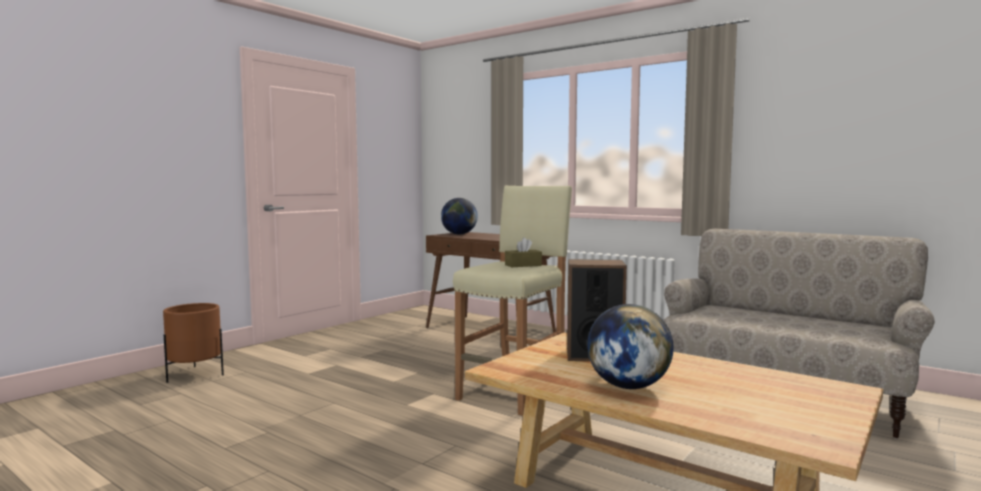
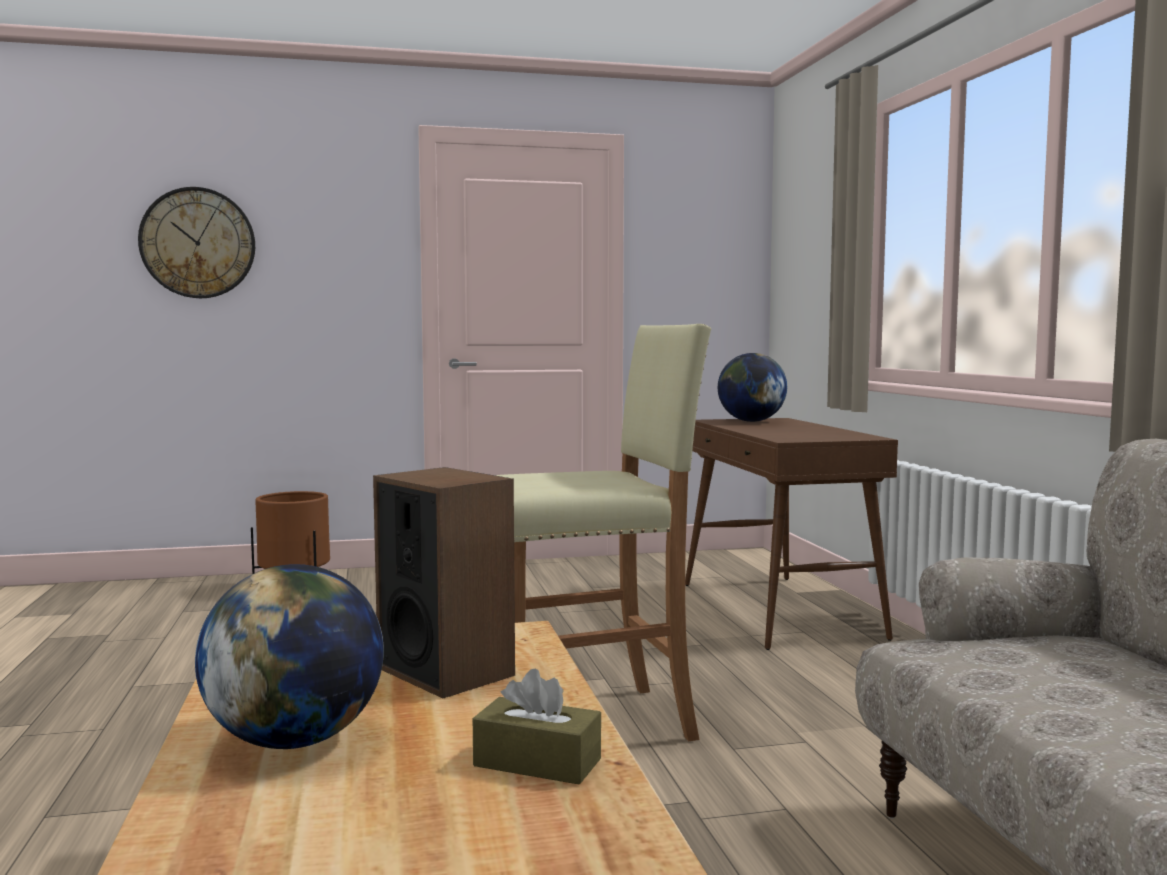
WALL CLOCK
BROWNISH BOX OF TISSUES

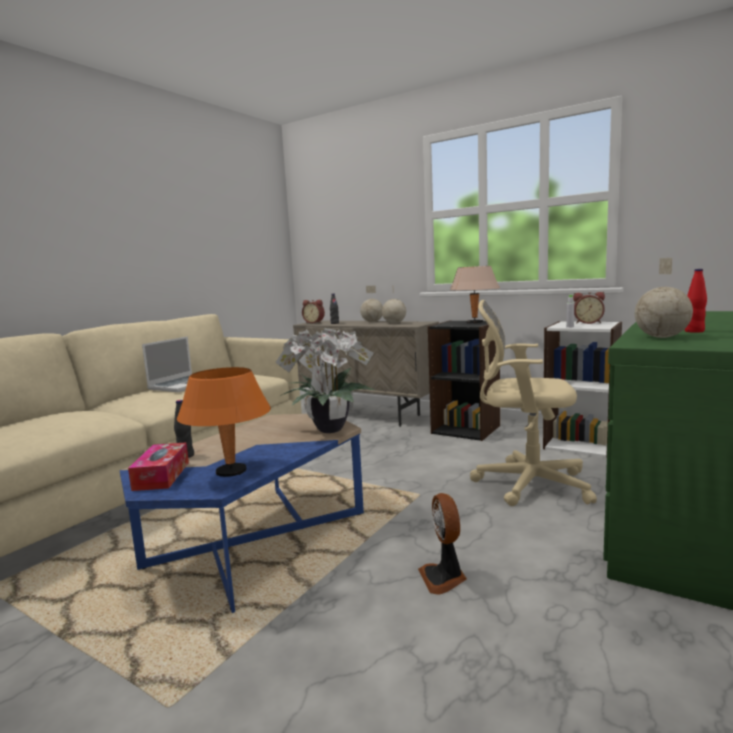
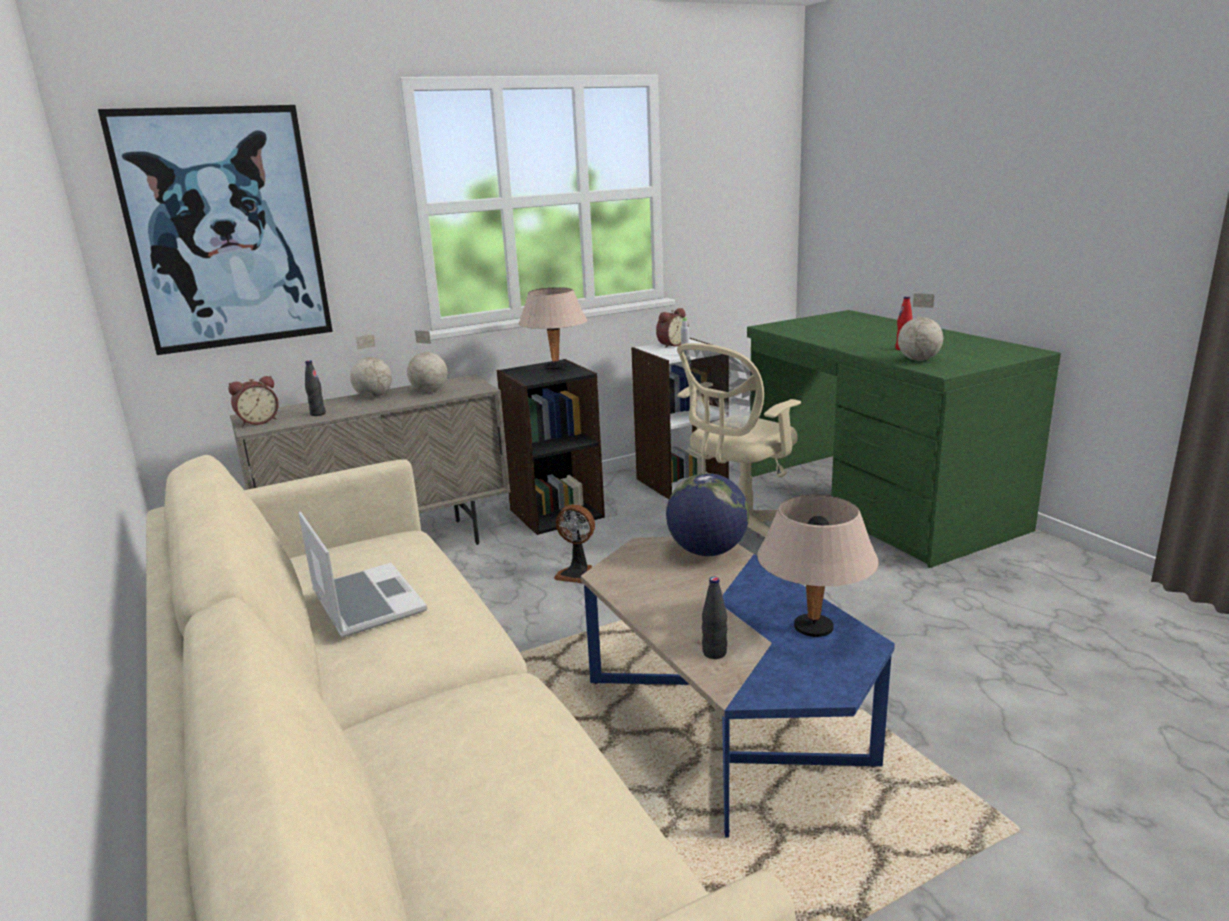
BOX OF TISSUES
WALL ART
FAN
DESK GLOBE (3rd from left)
SAND-COLOURED TABLETOP LAMP (2nd from left)

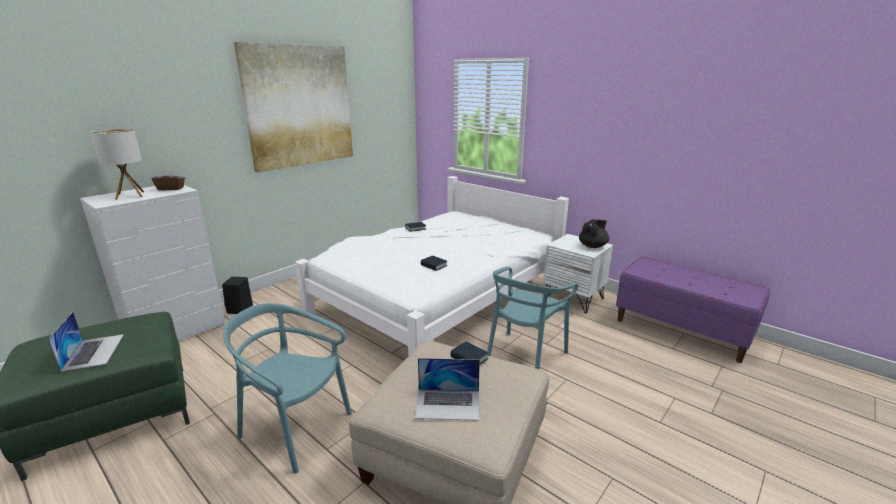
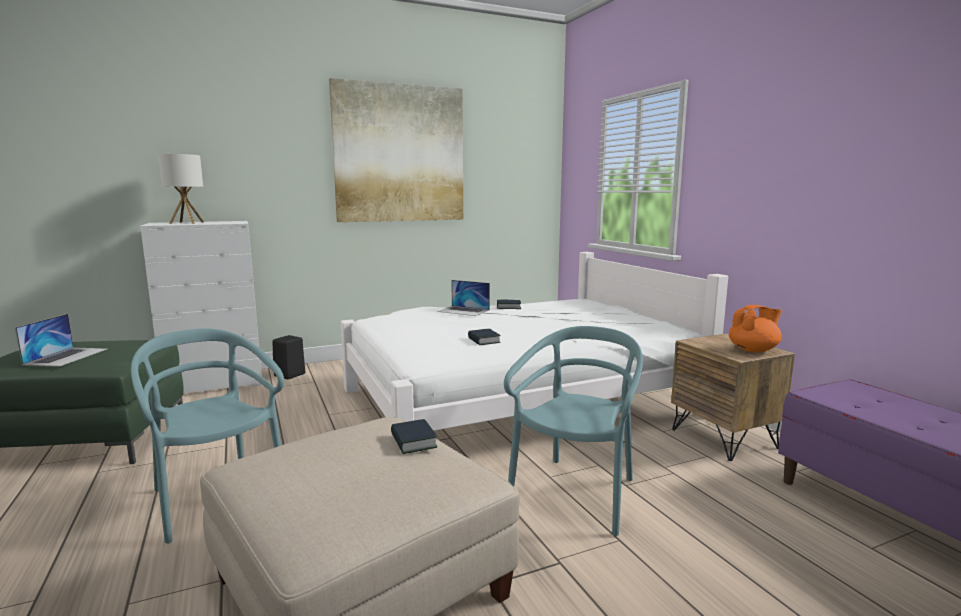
BROWNISH BOX OF TISSUES
PORTABLE COMPUTER (2nd from left)
BROWNISH BEDSIDE TABLE
ORANGE-COLOURED TEA POT
BLUE-GREEN CHAIR (2nd from left)

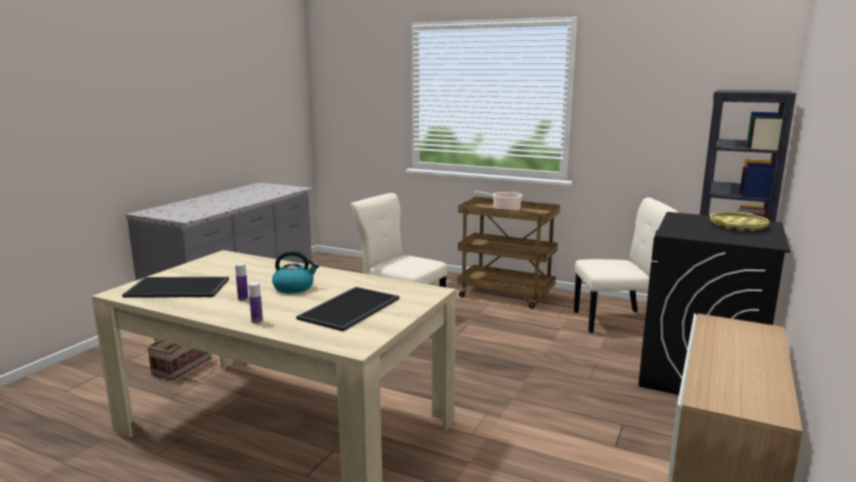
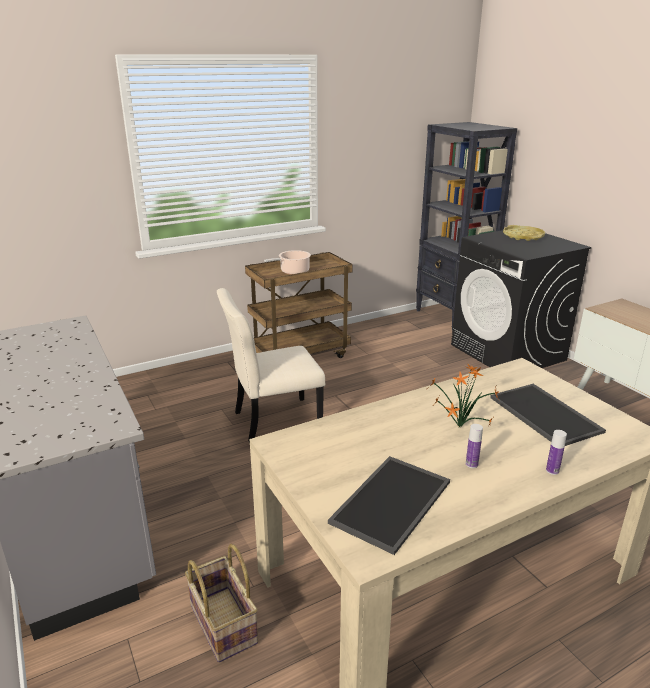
SAND-COLOURED CHAIR (2nd from left in the first image)
HOUSEPLANT

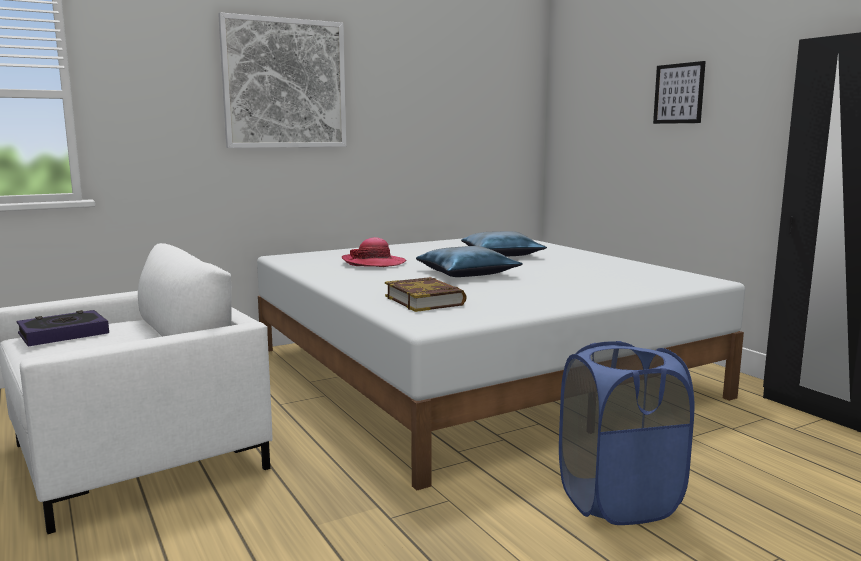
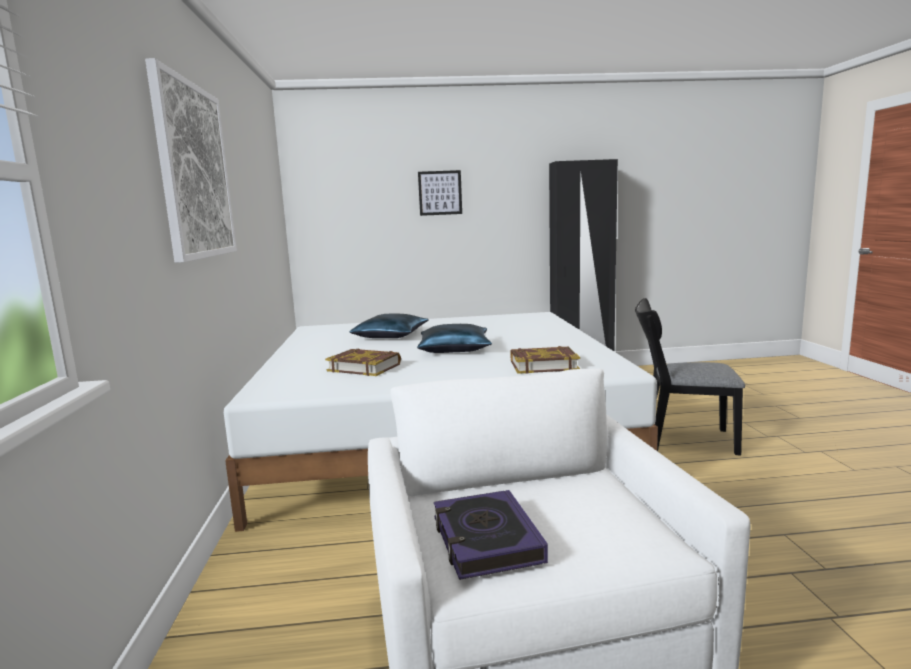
VOLUME (1st from left)
BLACK-COLOURED CHAIR

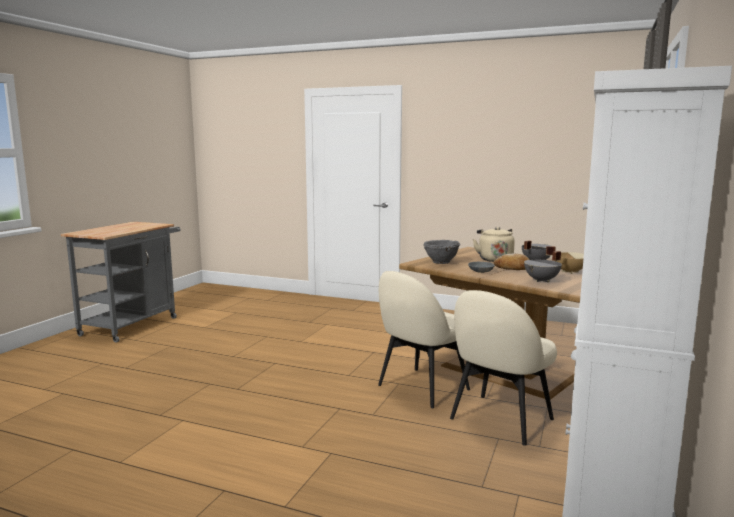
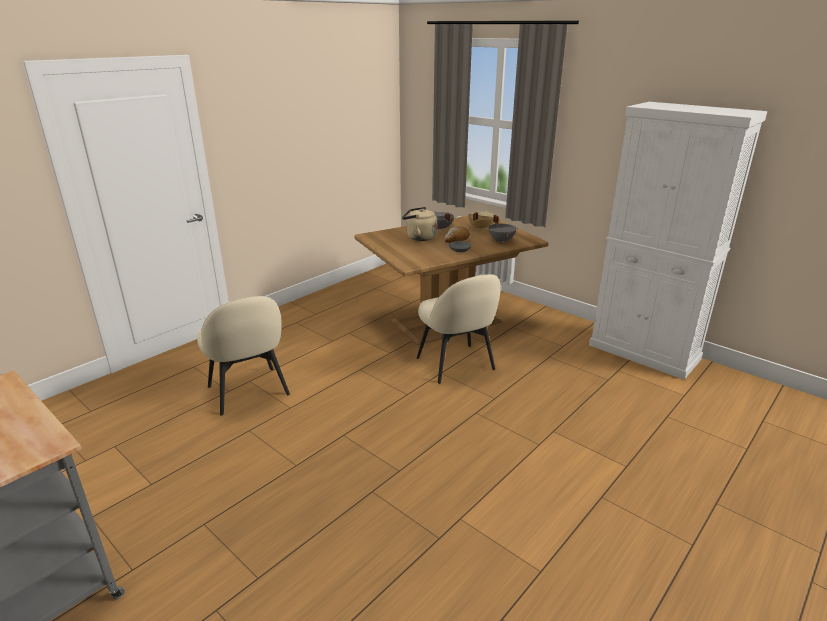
GRAY BOWL (1st from left in the first image)
SAND-COLOURED CHAIR (1st from left)

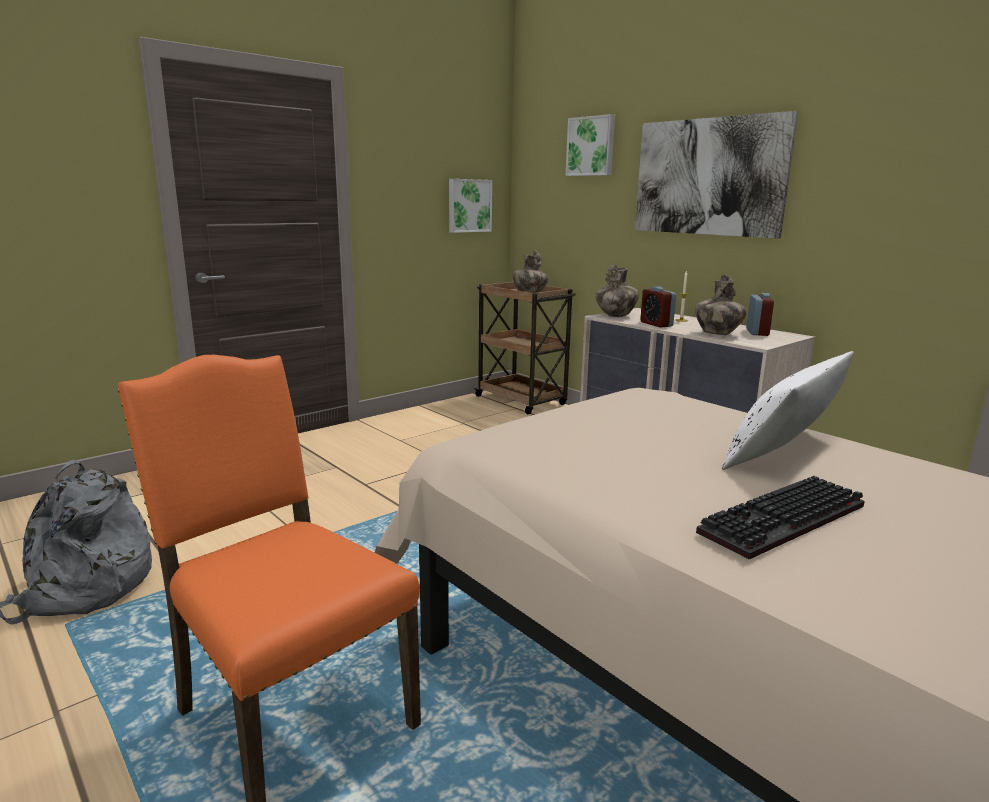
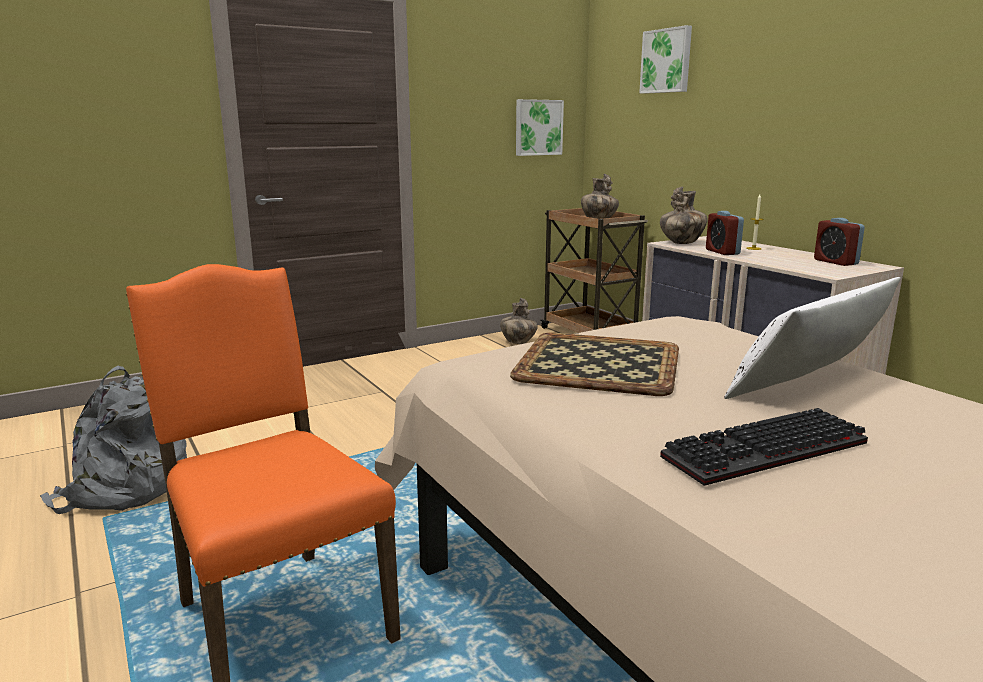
WALL ART (3rd from left in the first image)
CARRYING TRAY
FLOWER VASE (1st from left)
ALARM CLOCK (2nd from left)

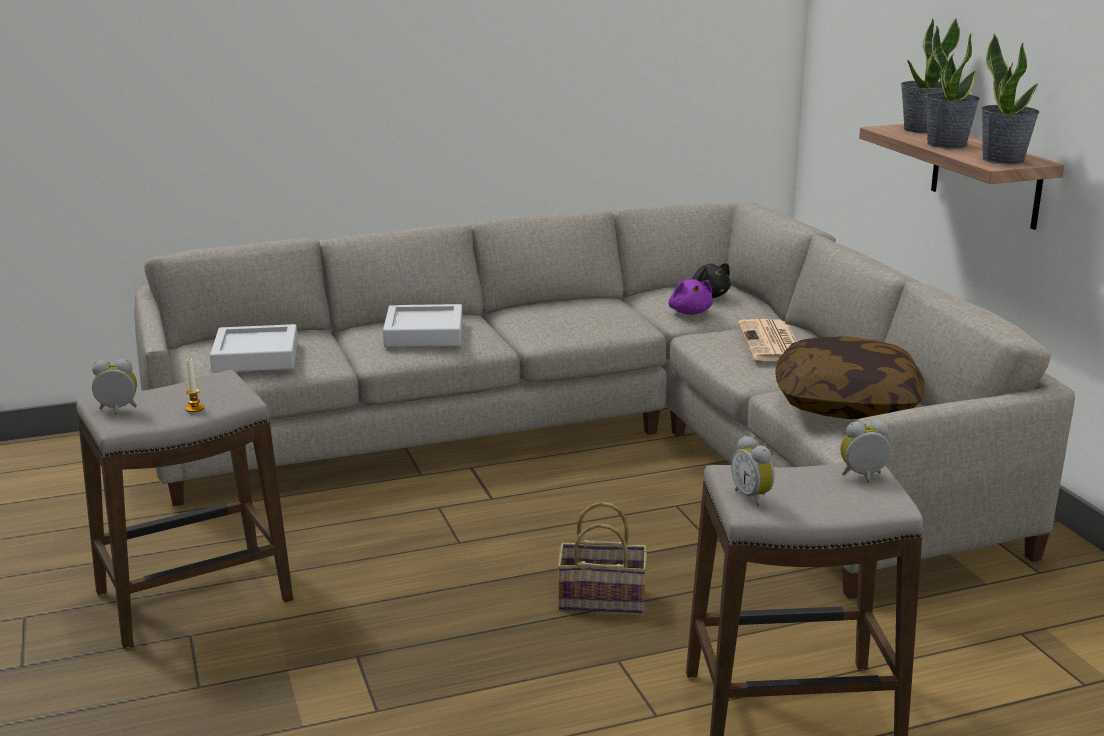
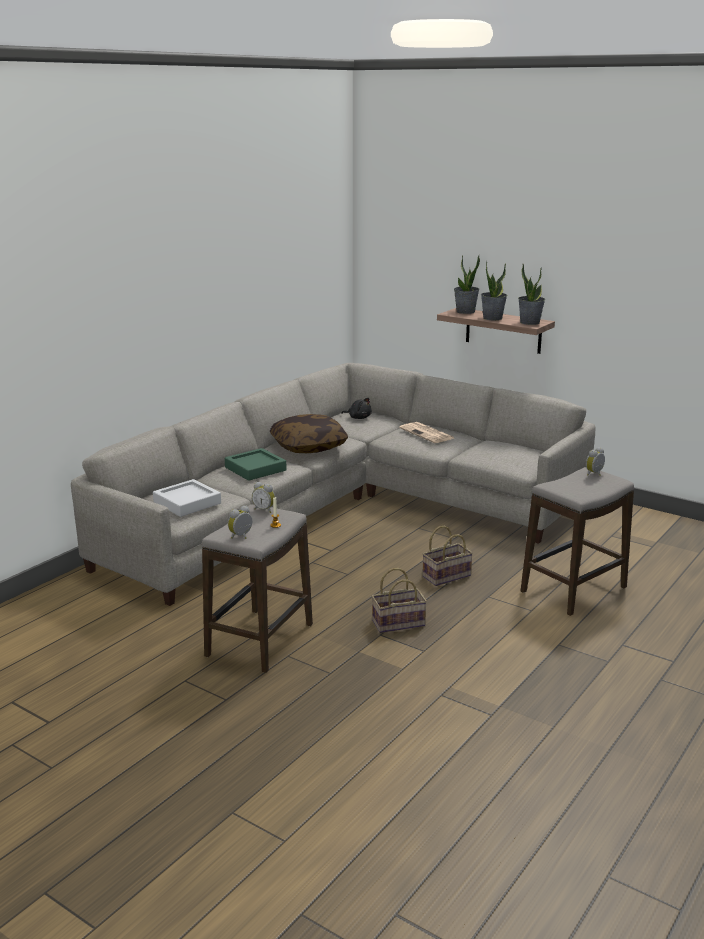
PURPLISH SOFT TOY
BASKET (1st from left)
ALARM CLOCK (2nd from left)
THROW PILLOW
GREEN-COLOURED CARRYING TRAY

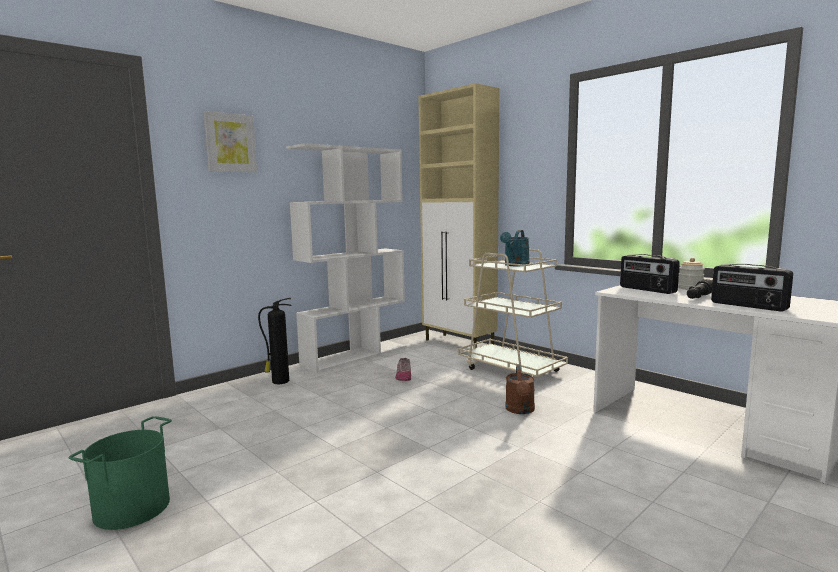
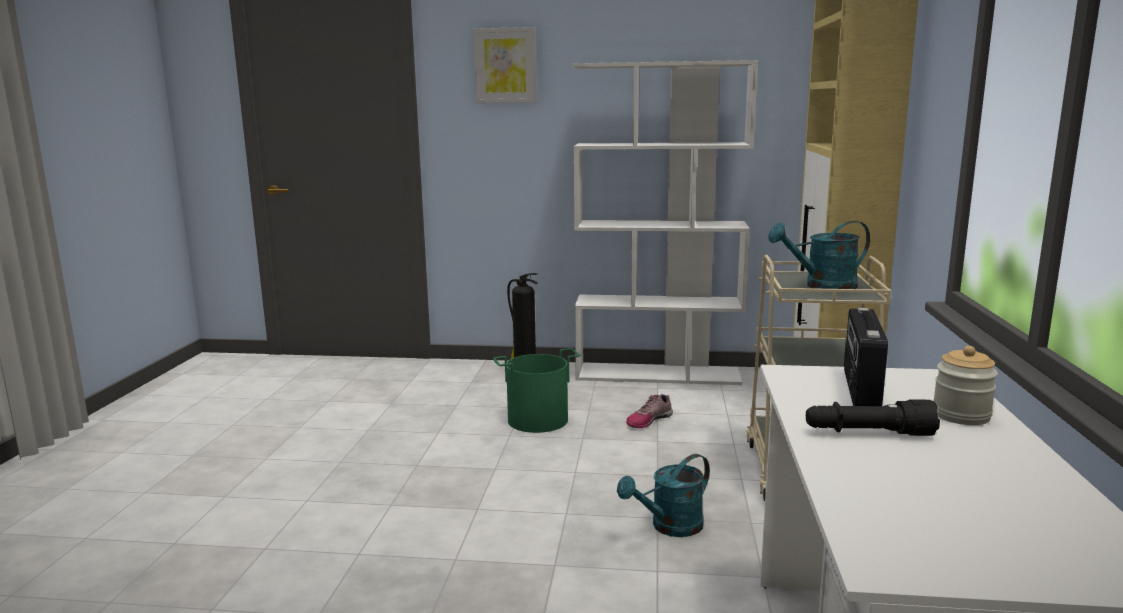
RADIO (2nd from left in the first image)
GREEN-COLOURED WATER BUCKET
BLUE-GREEN WATERING CAN (1st from left)

